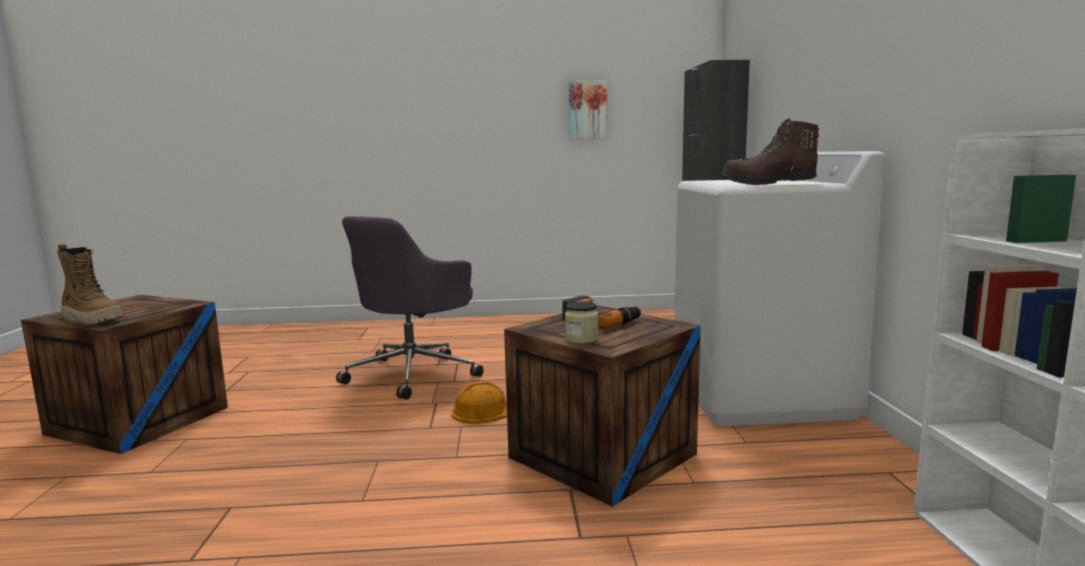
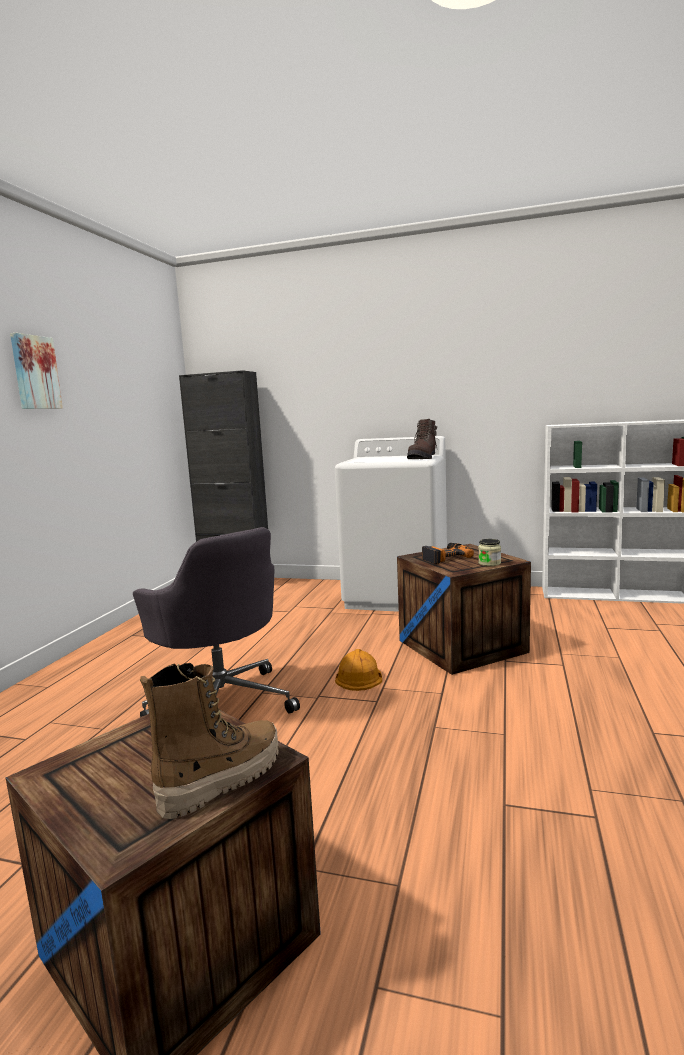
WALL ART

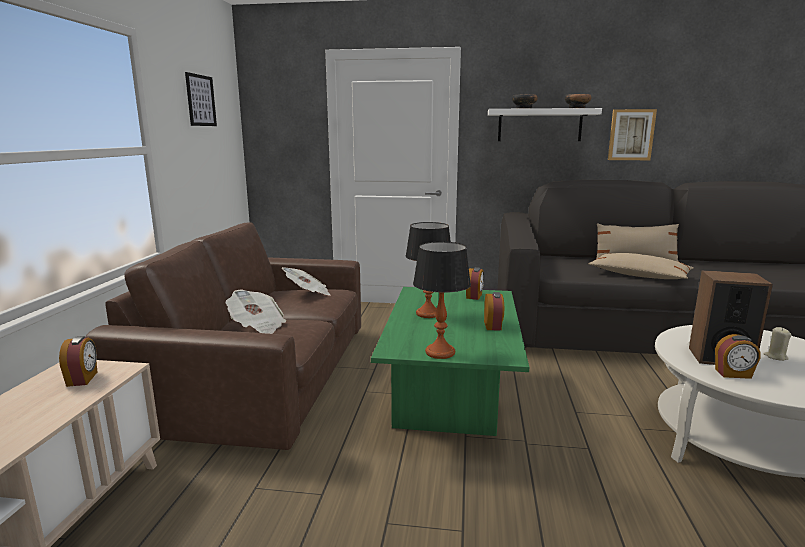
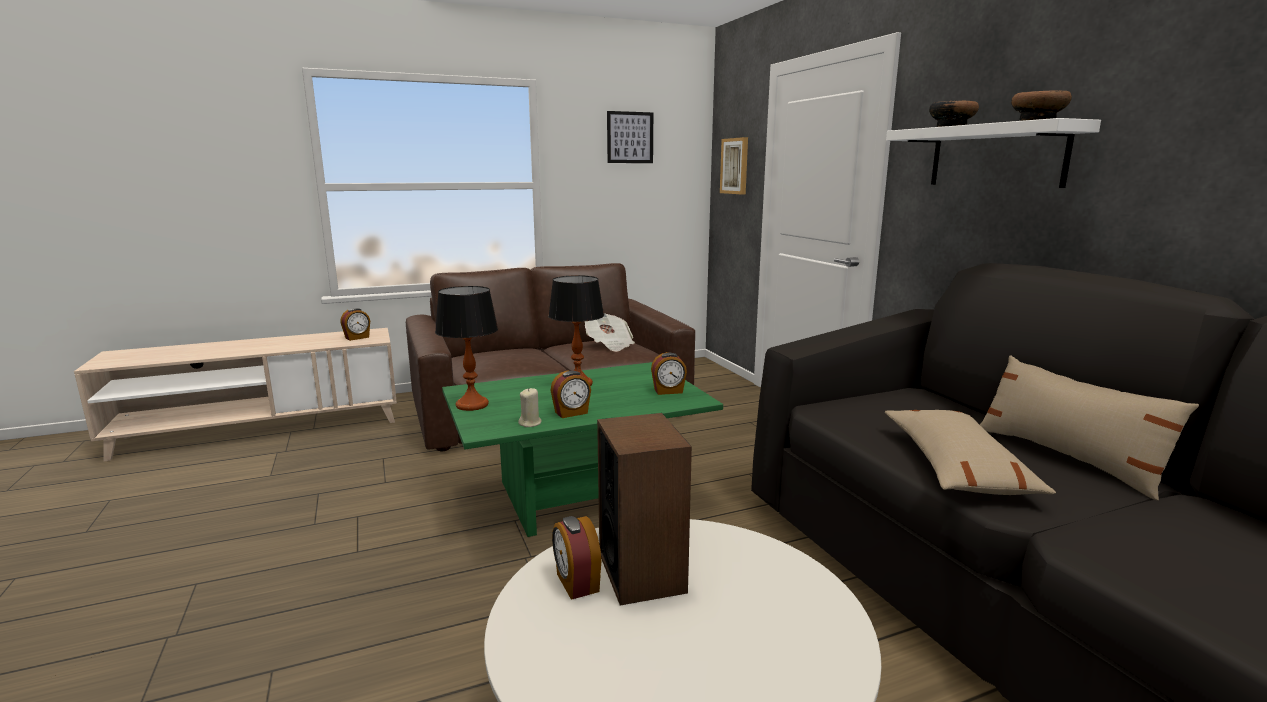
PRINTED PAPER (1st from left in the first image)
WALL ART (2nd from left)
SAND-COLOURED CANDLE

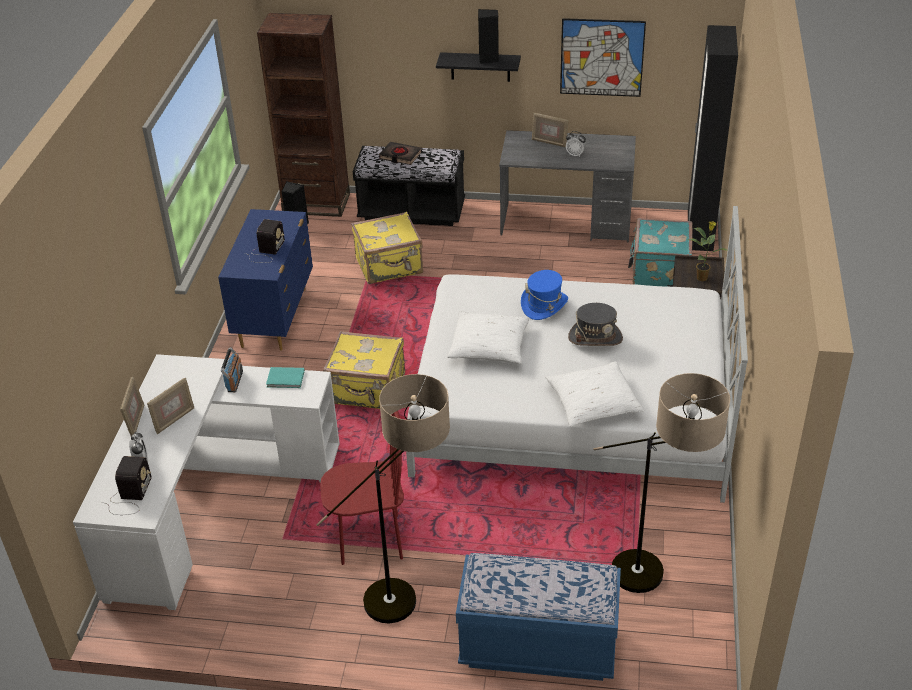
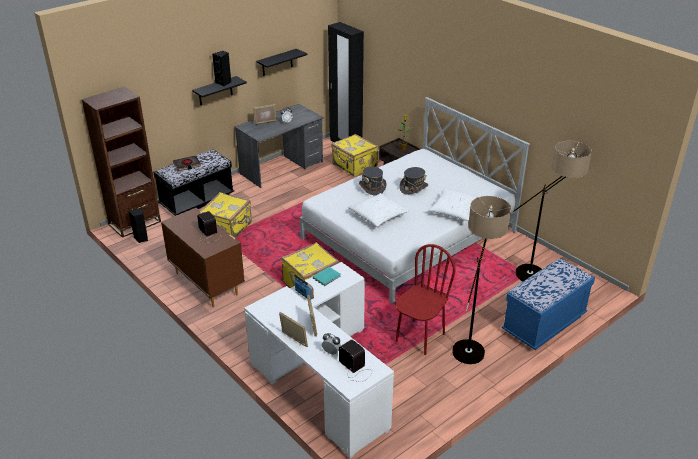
BLACK-COLOURED BRACKET SHELF (2nd from left)
BROWNISH DRESSER
GRAY WEARABLE HAT (1st from left)
YELLOW-COLOURED SUITCASE (3rd from left)

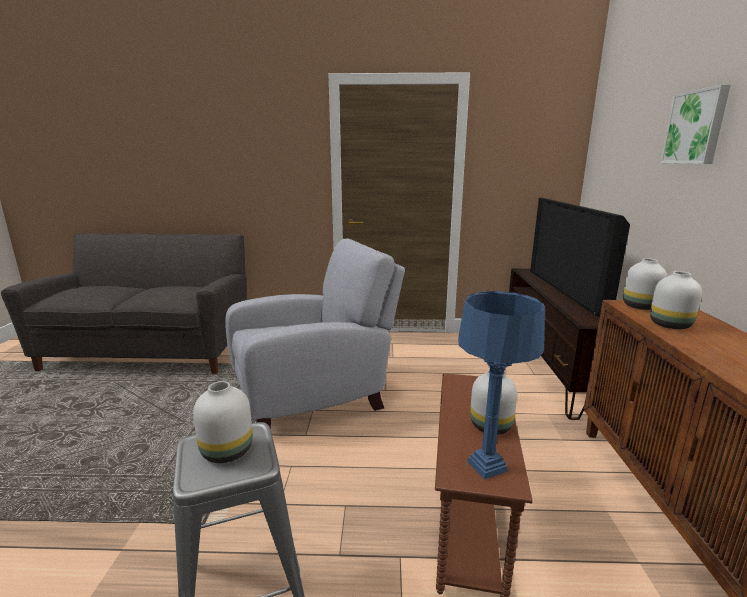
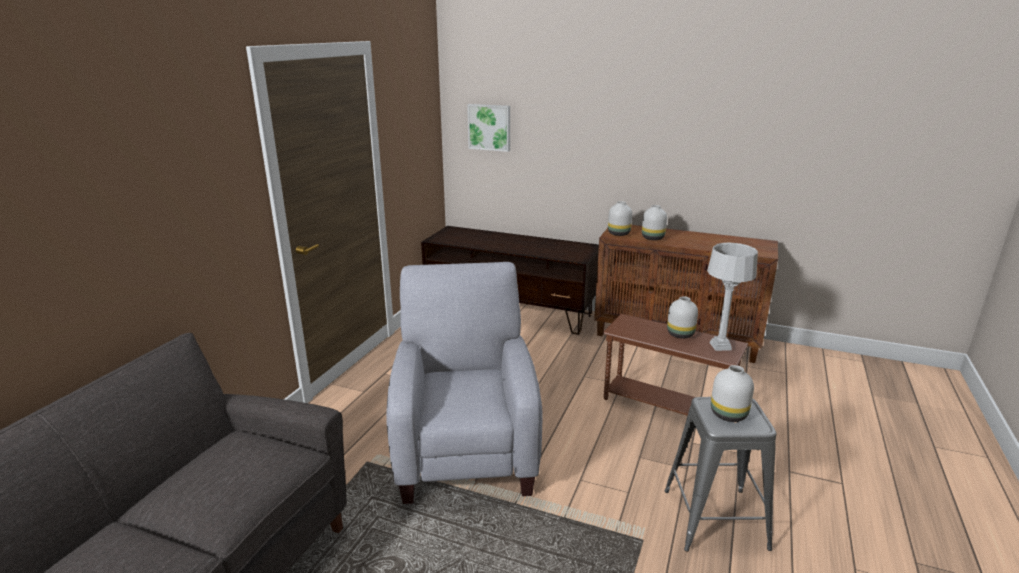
TV
WALL ART
GRAY TABLETOP LAMP

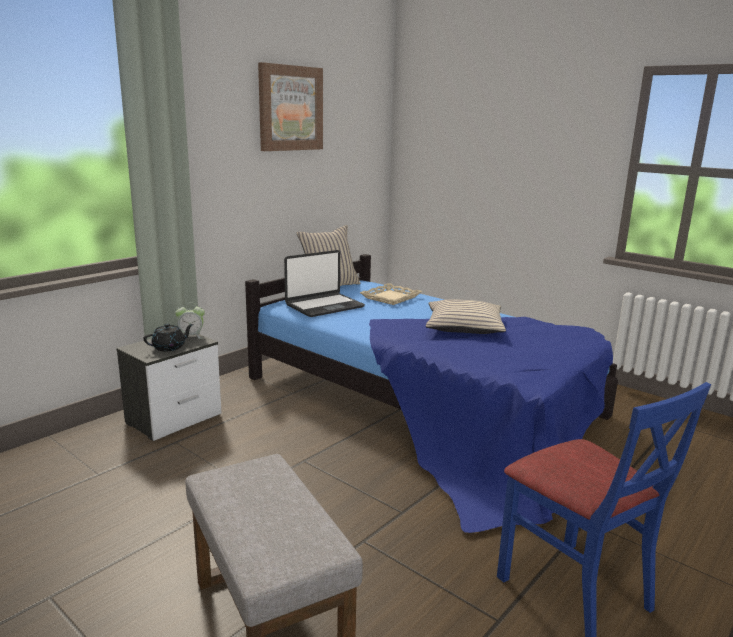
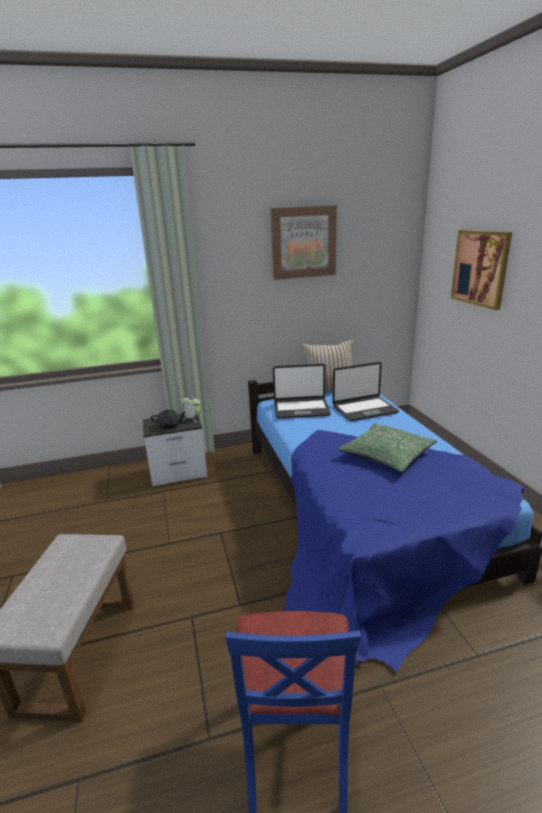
WALL ART (2nd from left)
PORTABLE COMPUTER (2nd from left)
GREEN-COLOURED THROW PILLOW

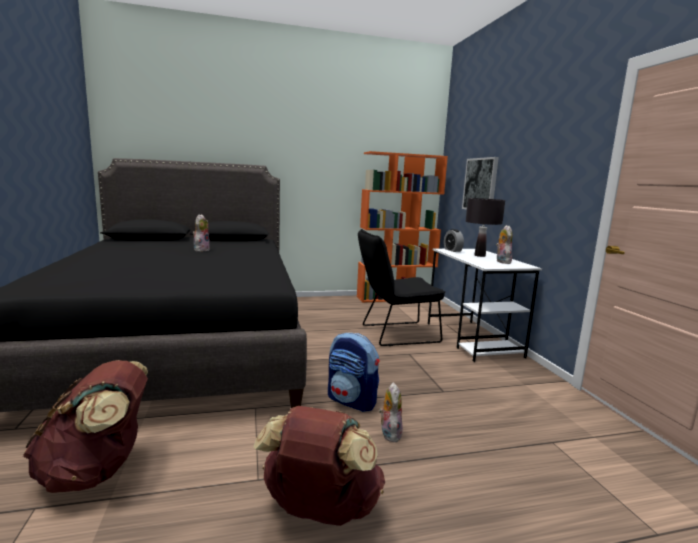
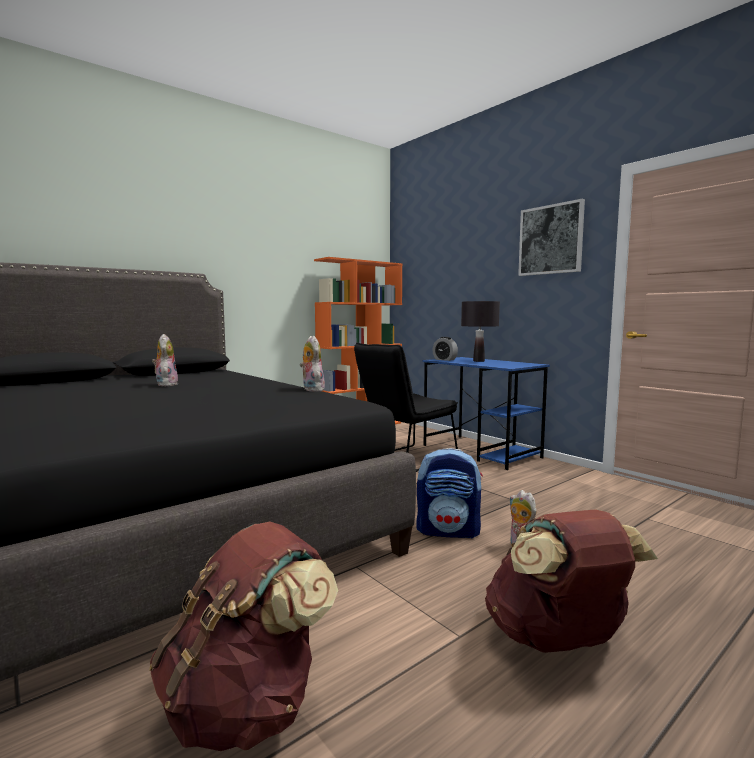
WALL ART
SOFT TOY (2nd from left)
BLUE DESK TABLE

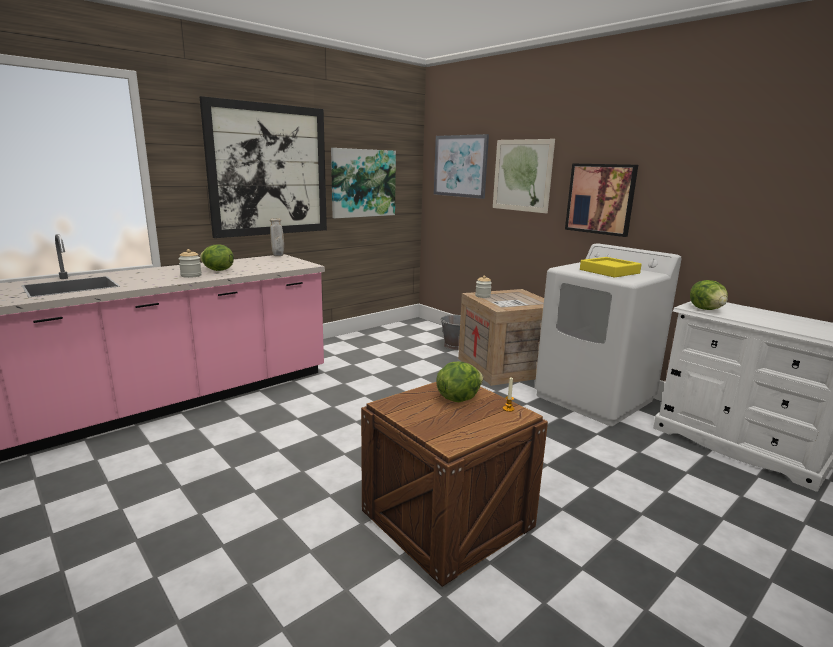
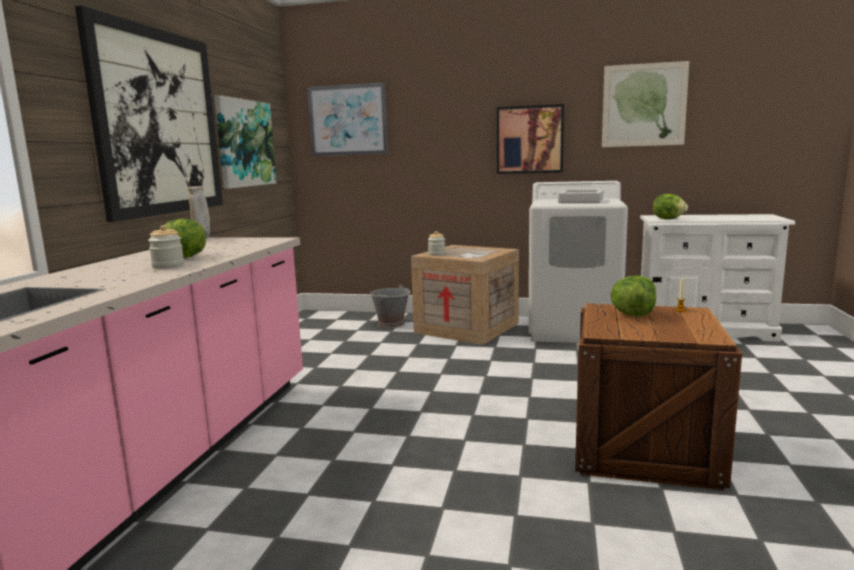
WALL ART (5th from left)
GRAY CARRYING TRAY

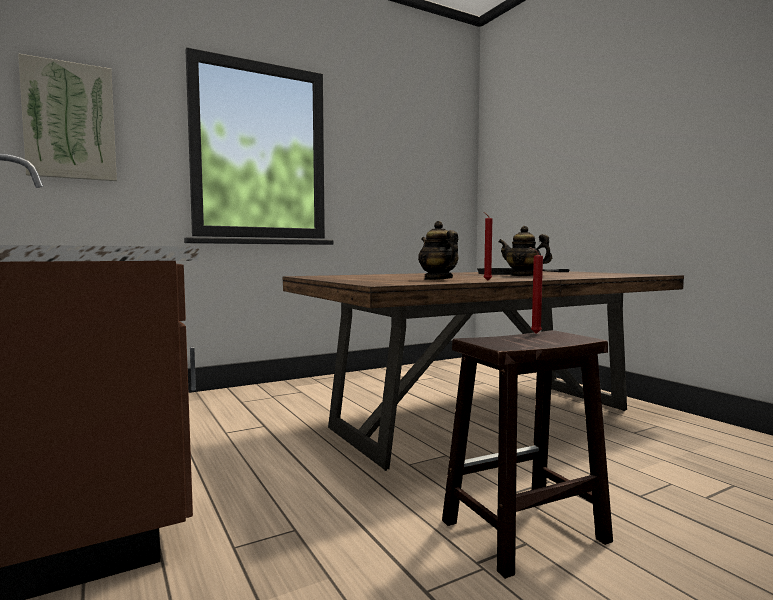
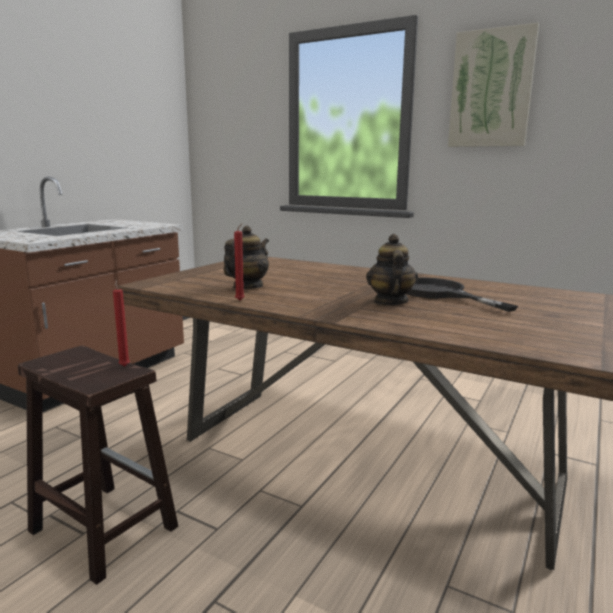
WALL ART

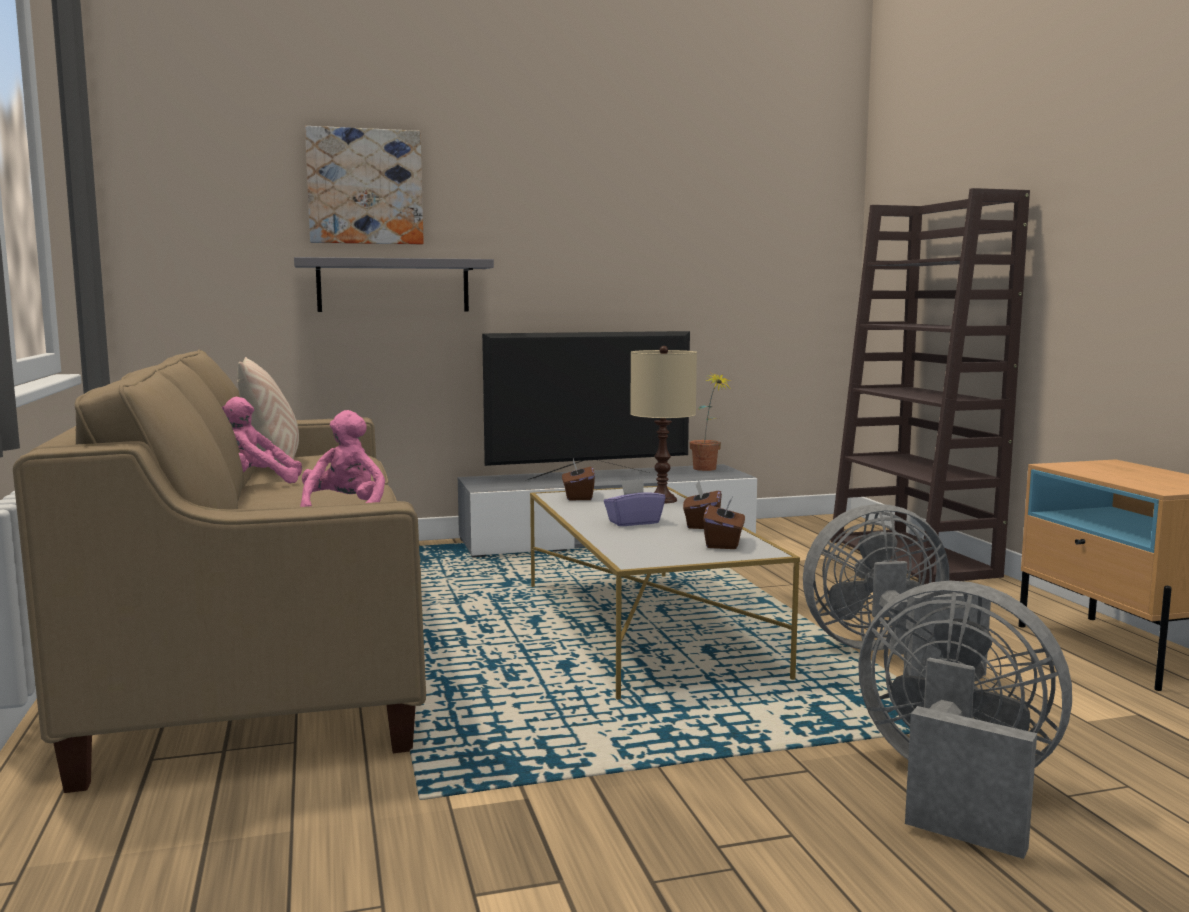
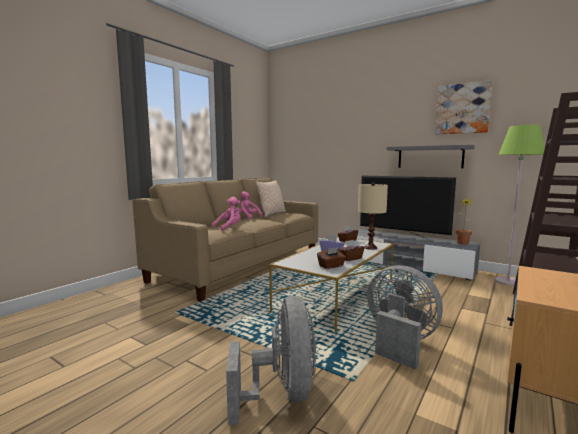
GREEN-COLOURED STANDING LAMP
GRAY BRACKET SHELF
WALL ART

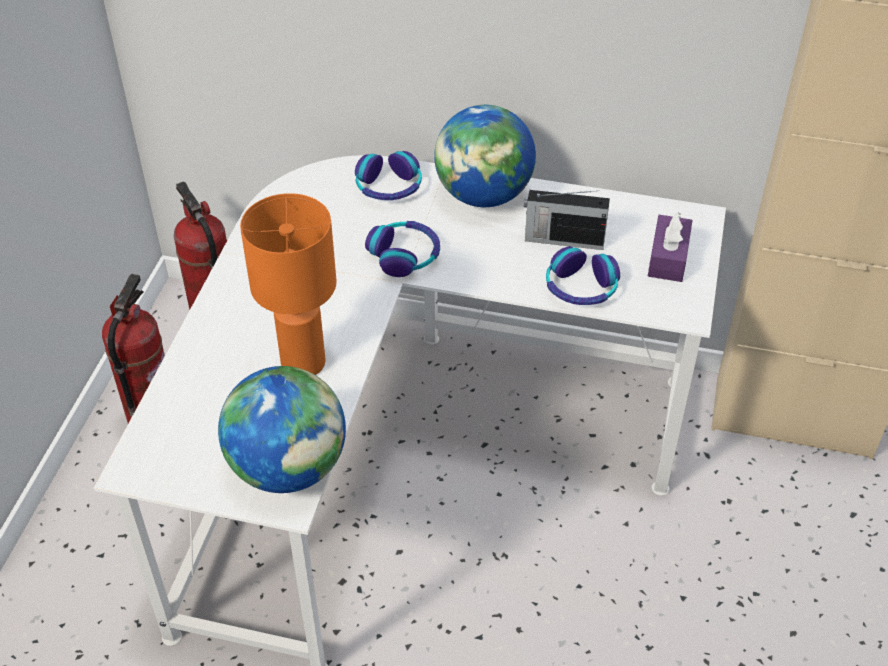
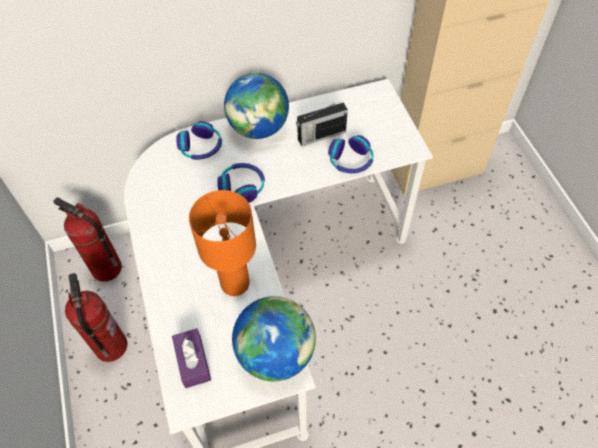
PURPLISH BOX OF TISSUES

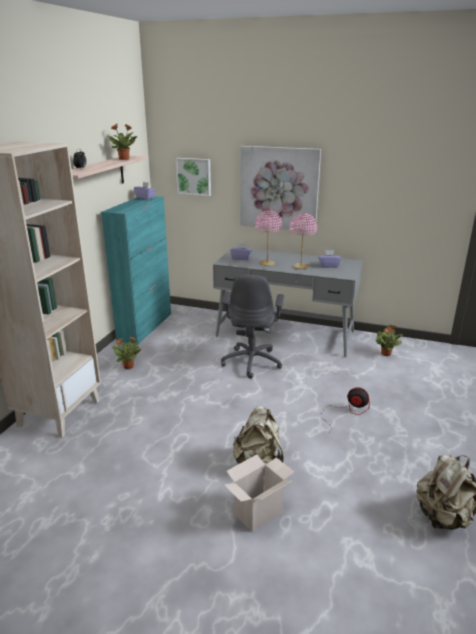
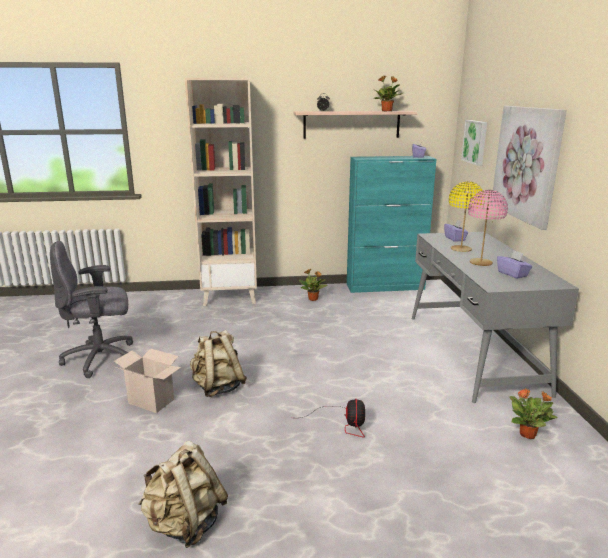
GRAY OFFICE CHAIR
YELLOW-COLOURED TABLETOP LAMP

